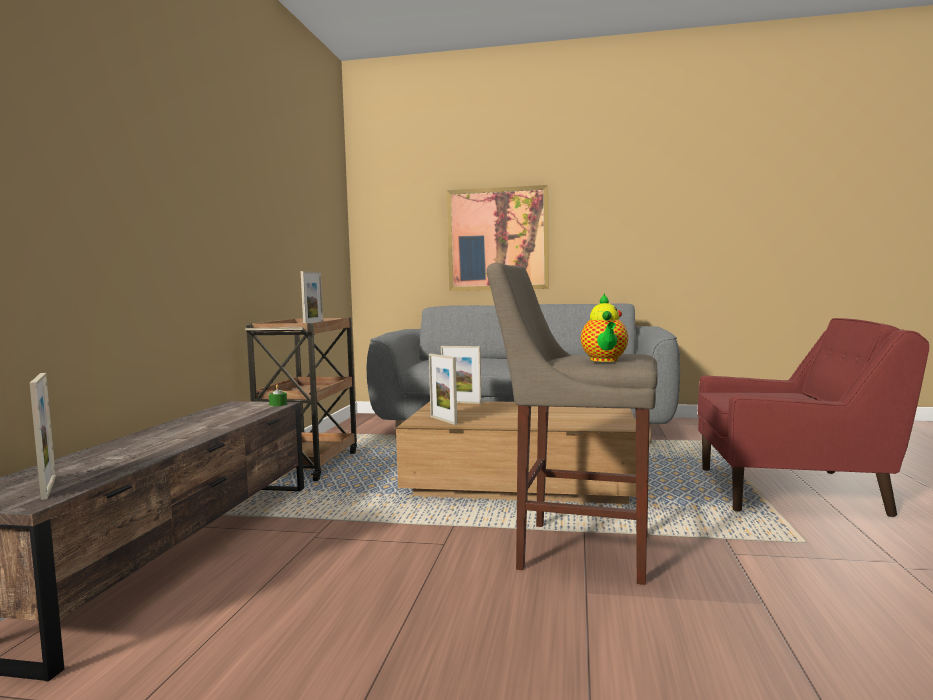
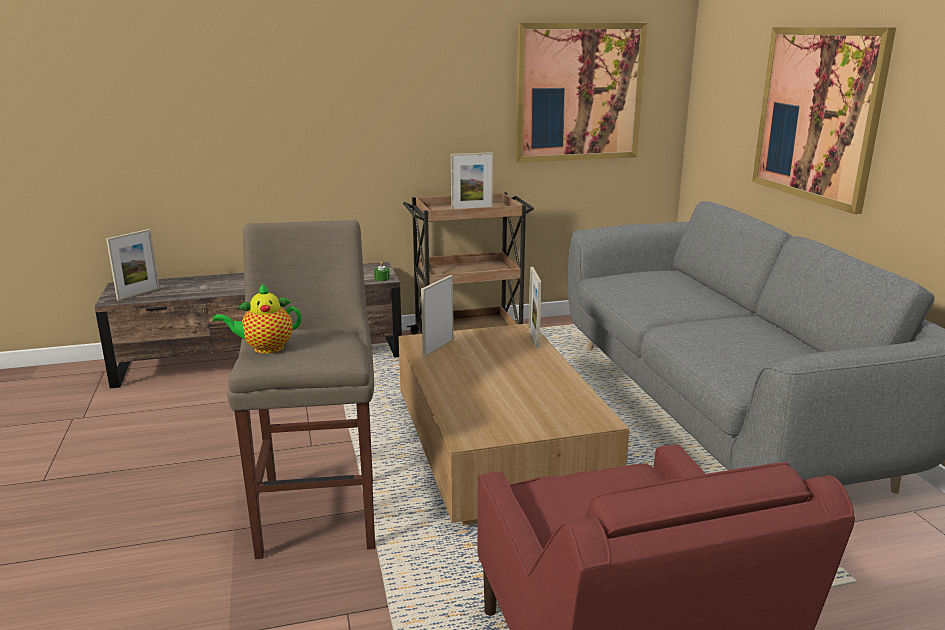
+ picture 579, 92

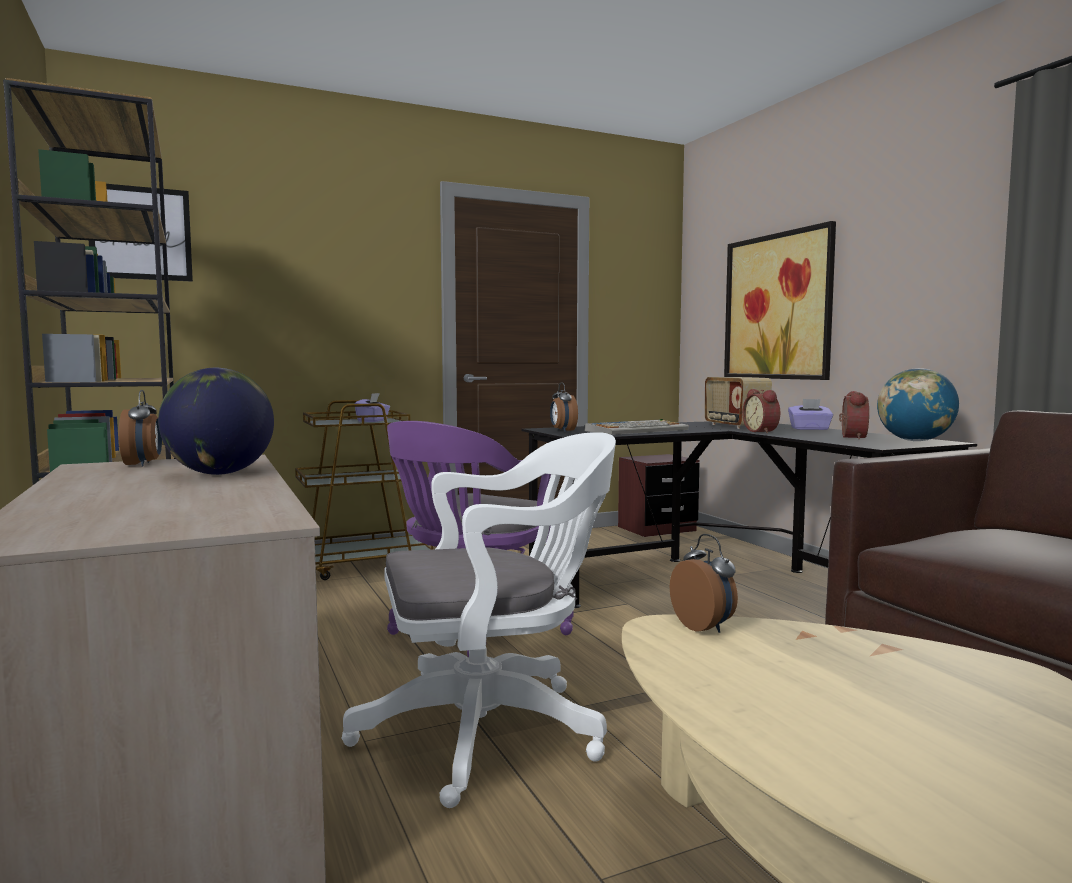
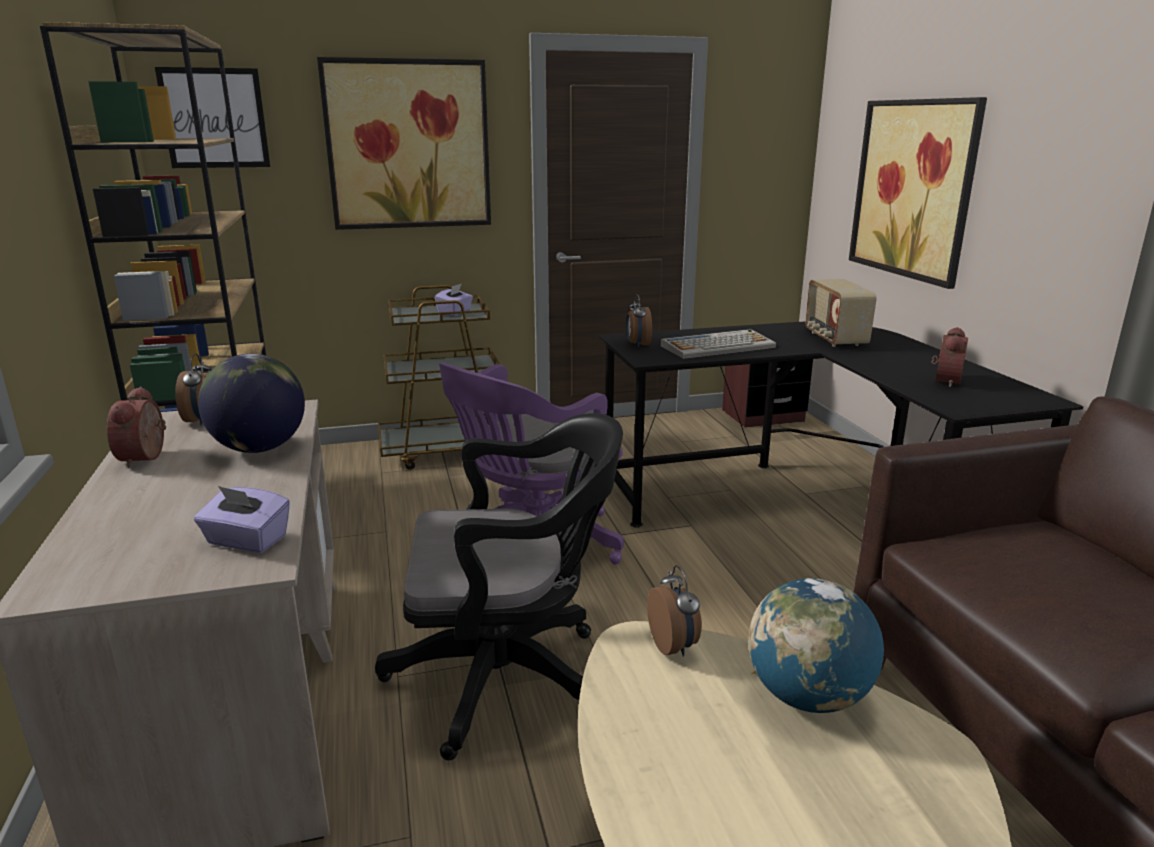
~ world globe 915, 441 to 808, 697
~ bedside clock 762, 431 to 146, 458
~ purple tissue box 809, 429 to 246, 541
~ white-coloured office chair 493, 730 to blackish office chair 510, 677
+ picture 408, 145

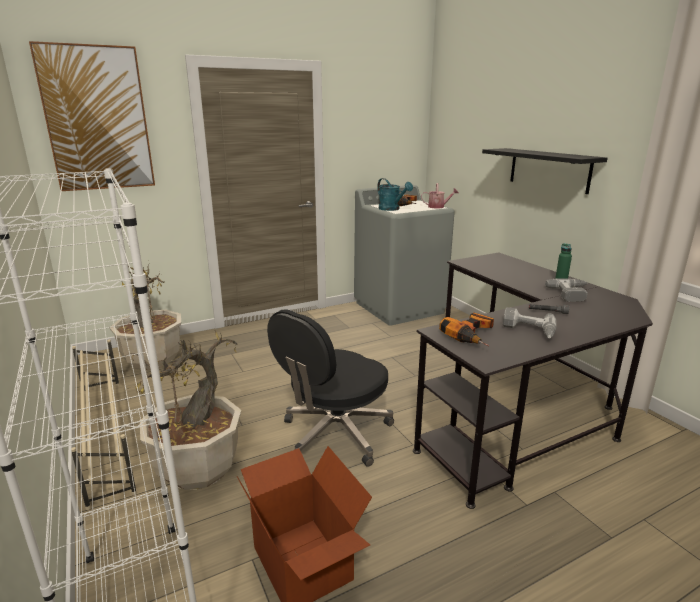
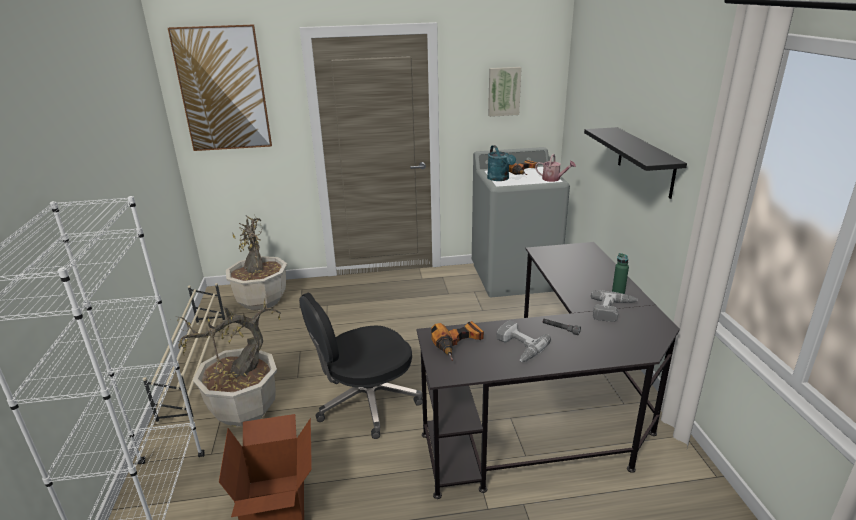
+ picture 503, 91

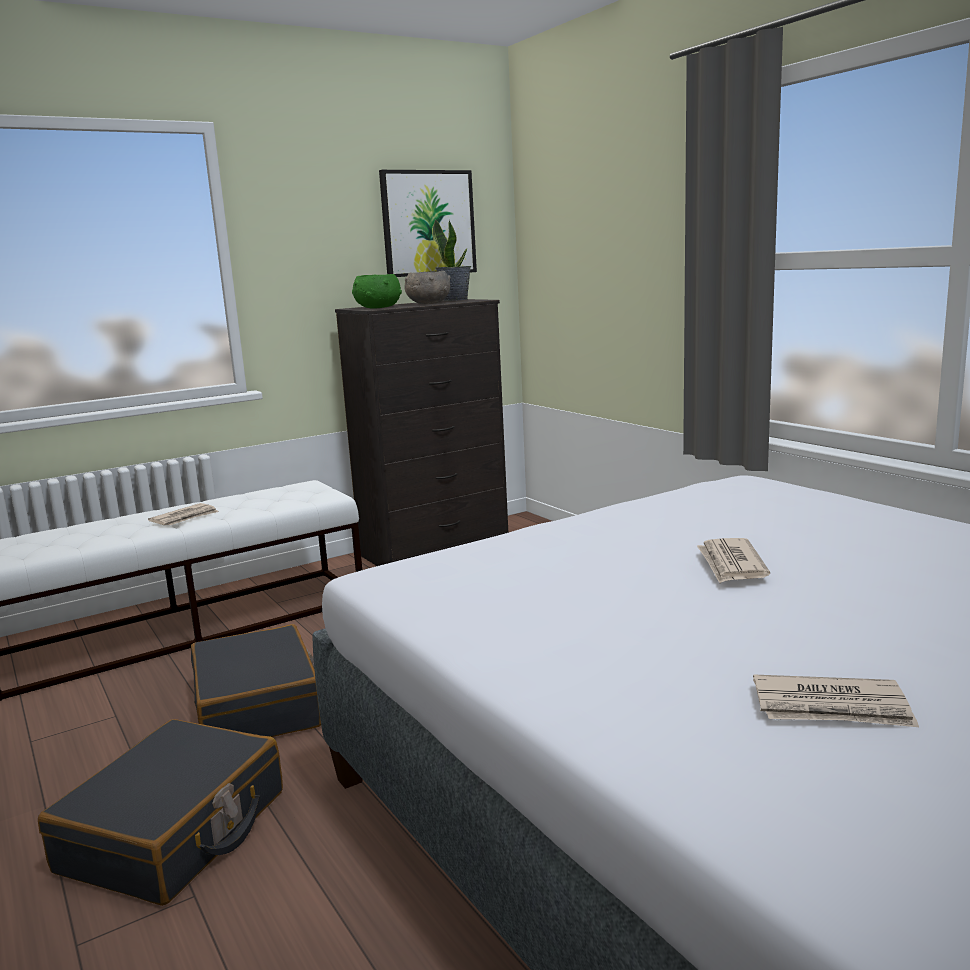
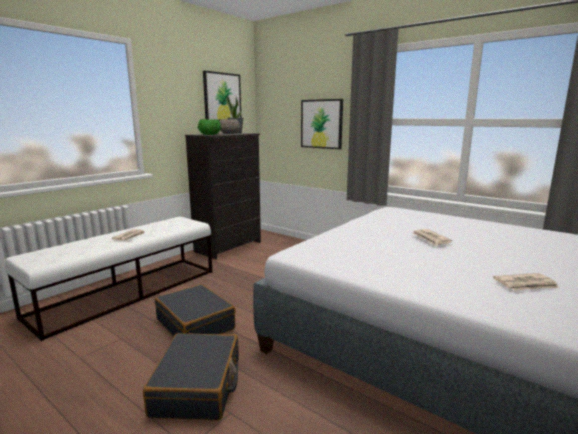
+ picture 321, 124

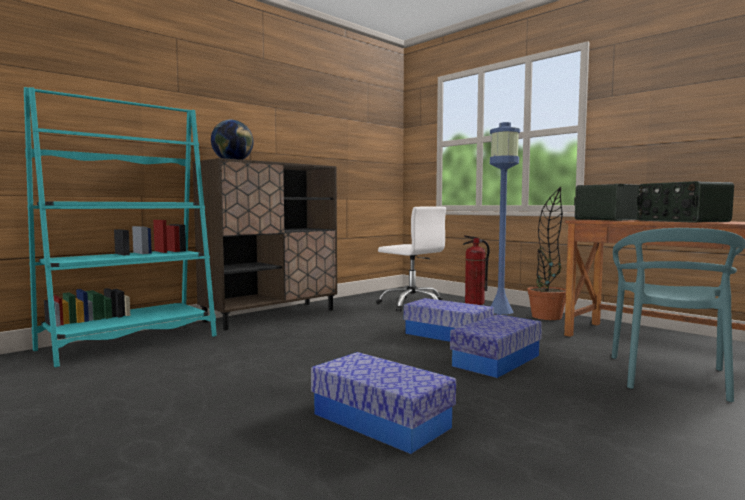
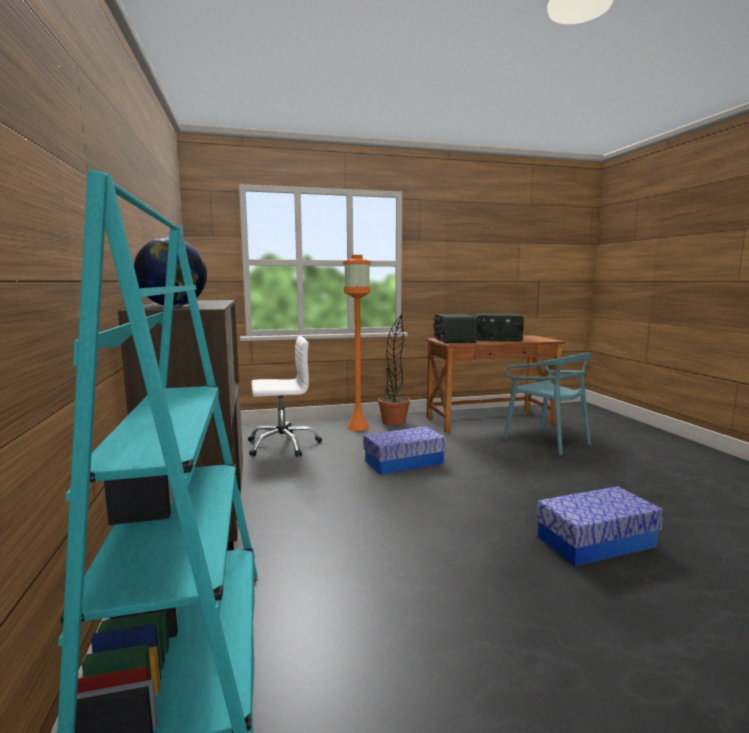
~ bluish floor lamp 500, 311 to orange floor lamp 358, 427
- fire-fighting cylinder 474, 303
- storage container 496, 360

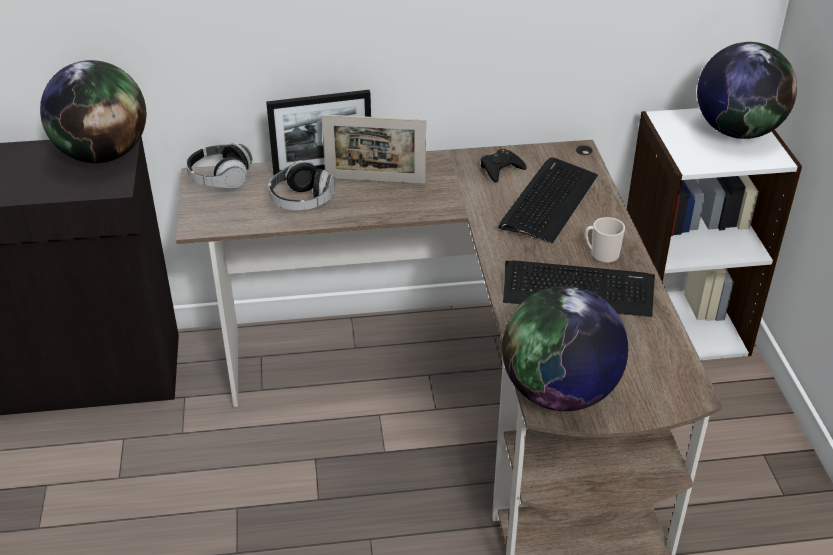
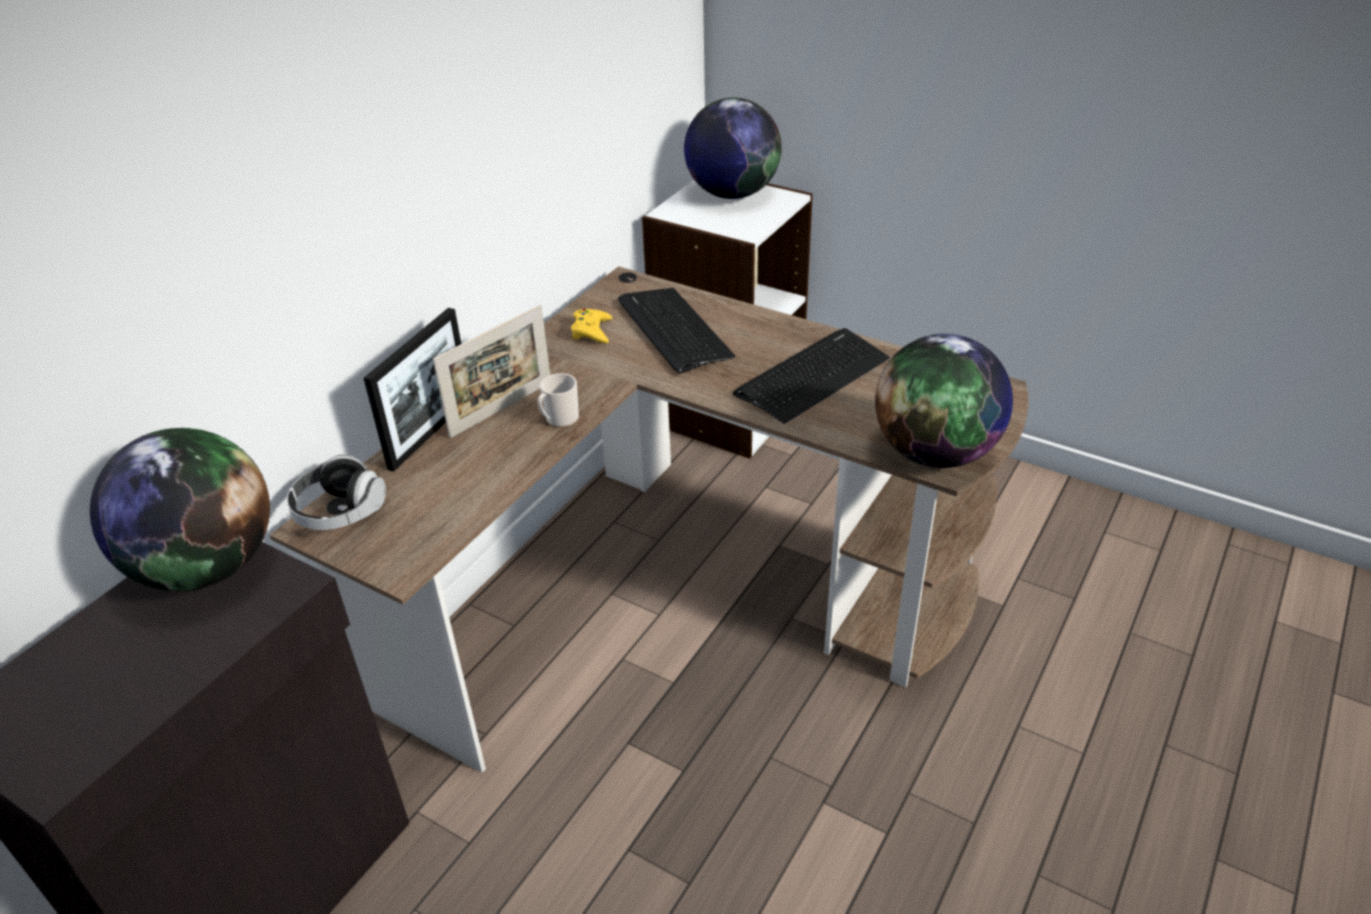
~ blackish game controller 500, 169 to yellow-coloured game controller 592, 331
- pair of headphones 302, 201
~ tea mug 601, 254 to 559, 419

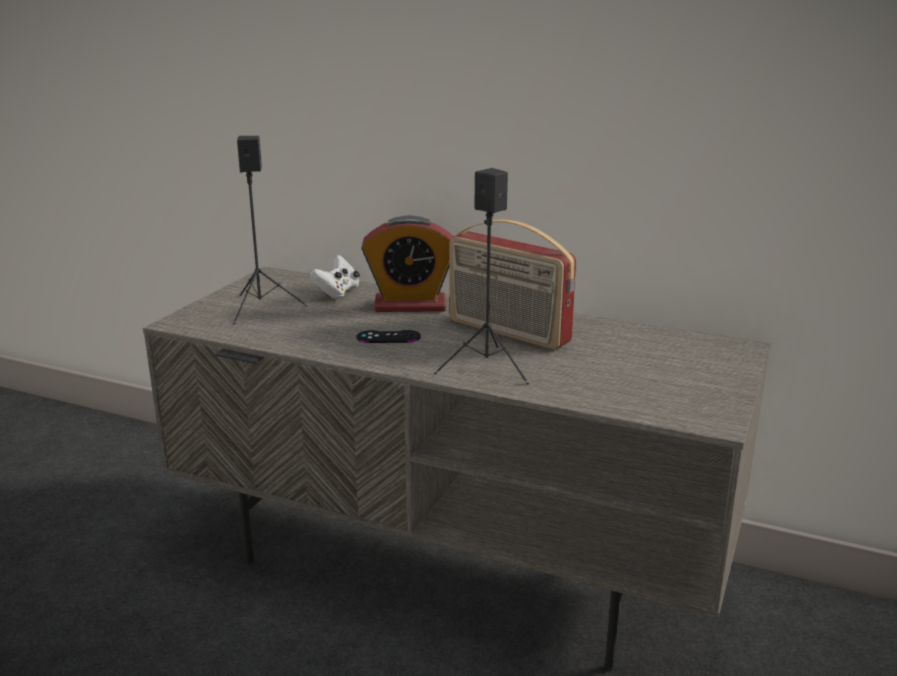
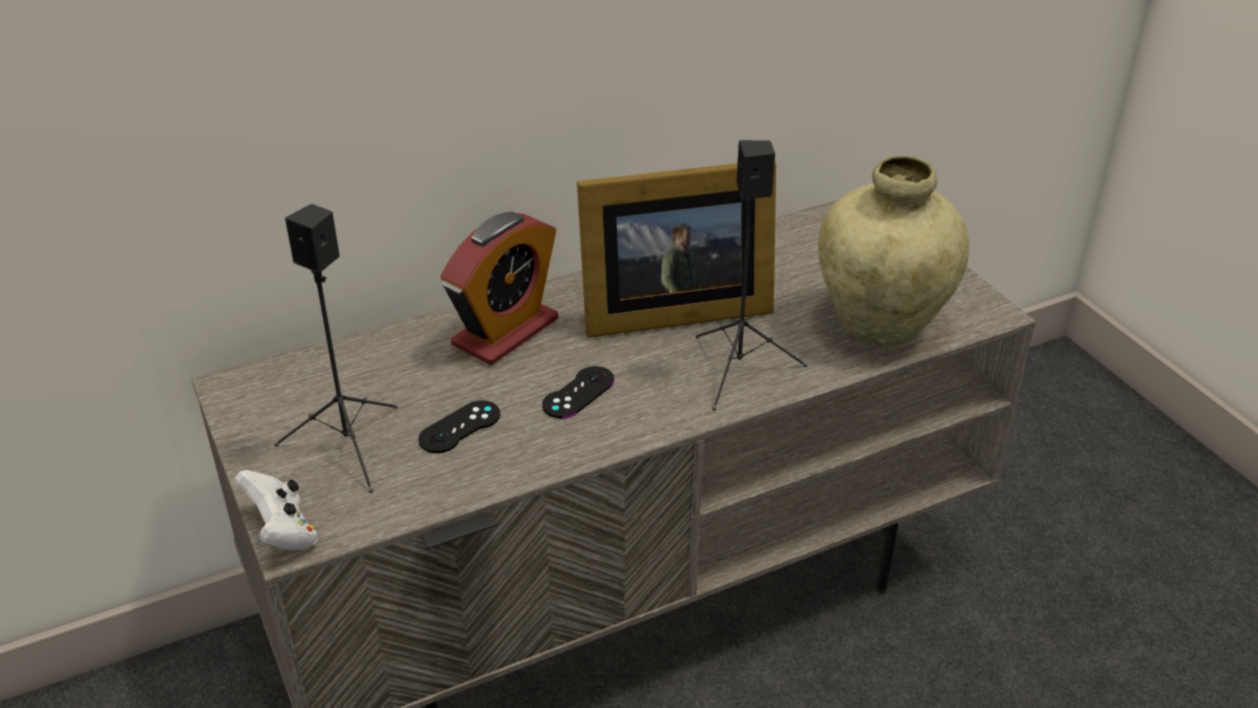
~ radio receiver 507, 332 to standing frame 668, 310
~ white-coloured game controller 337, 292 to 283, 532
+ sand-coloured flower vase 881, 324
+ blackish game controller 460, 427

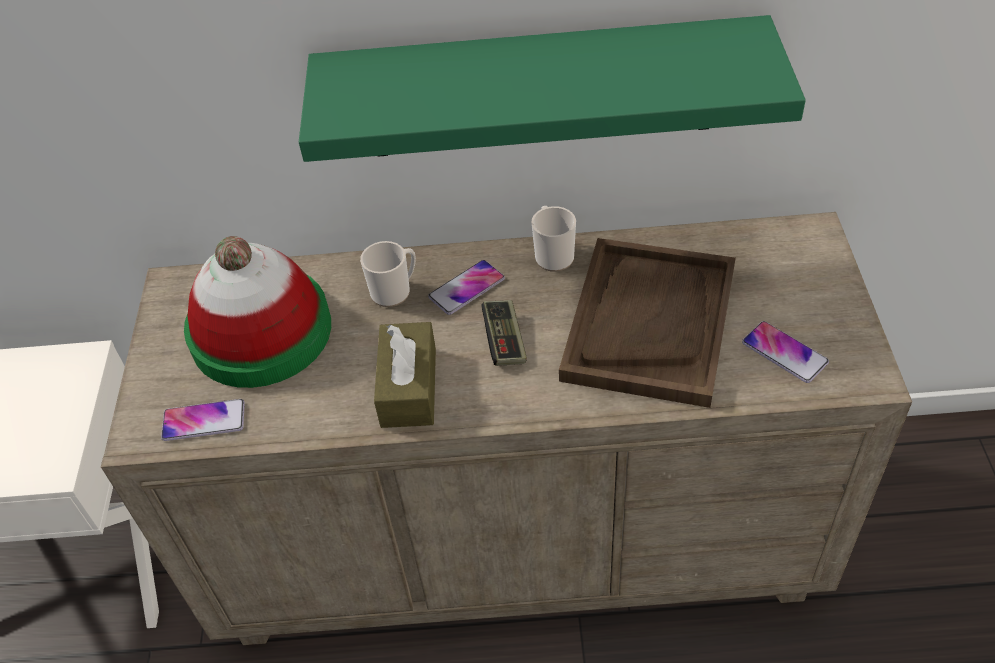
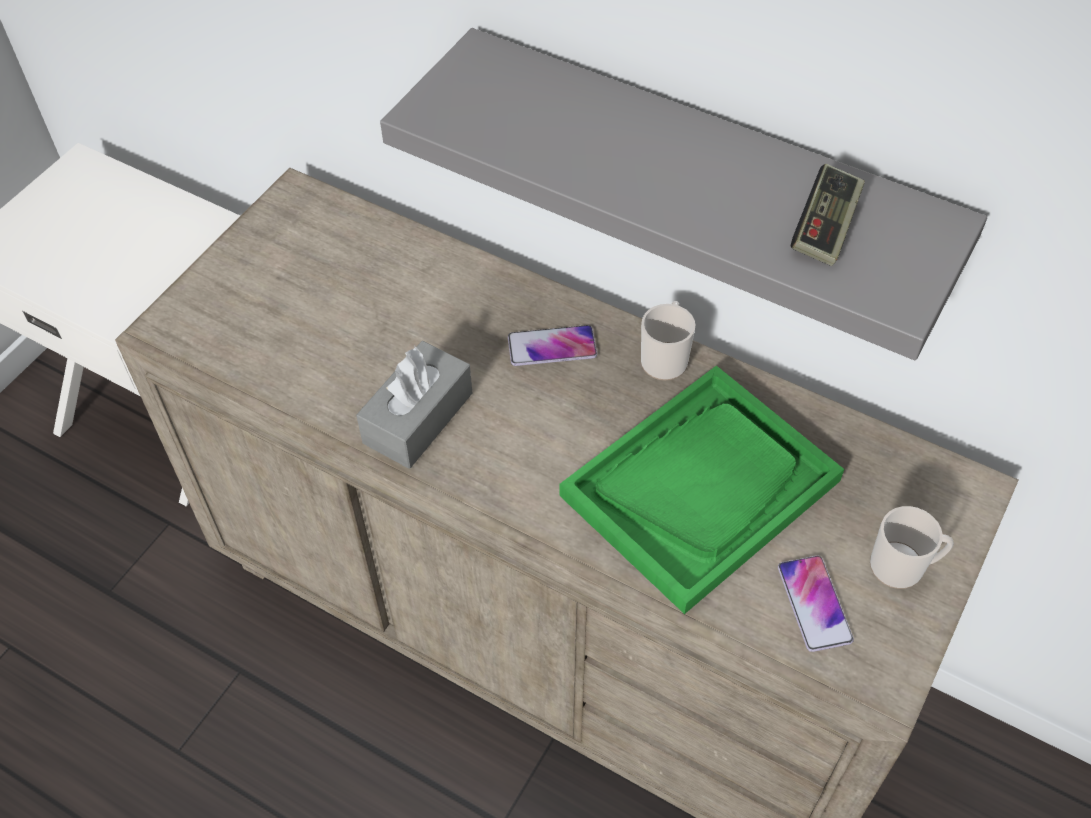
~ greenish bracket shelf 540, 89 to grey bracket shelf 704, 175
- hat 261, 332
~ brown-coloured carrying tray 649, 323 to greenish carrying tray 700, 487
~ tea mug 394, 291 to 902, 567
~ game controller 504, 341 to 825, 228
~ brown-coloured tissue box 409, 387 to grey tissue box 418, 418
- telephone 204, 421

